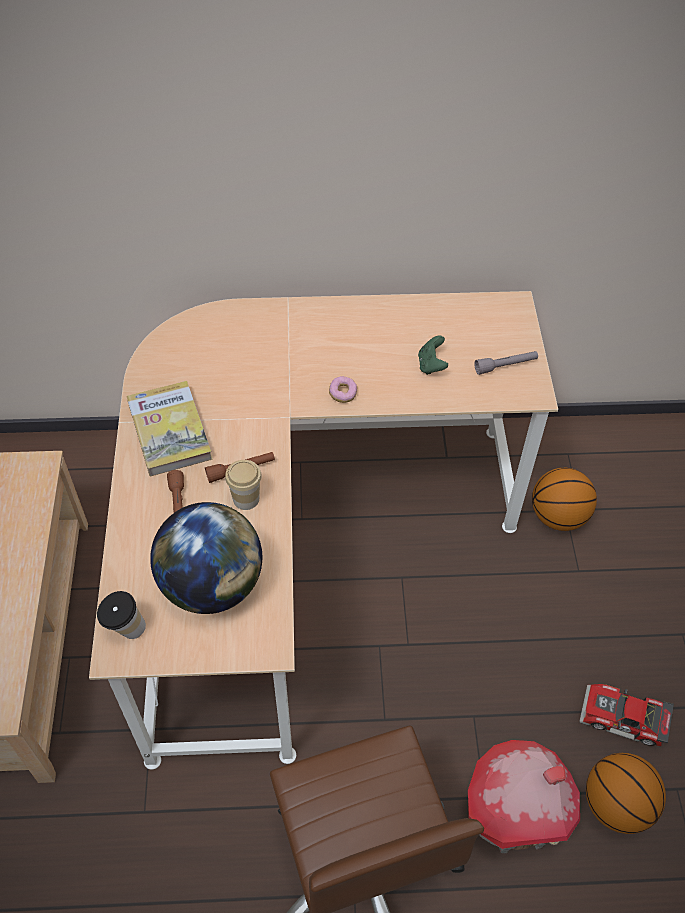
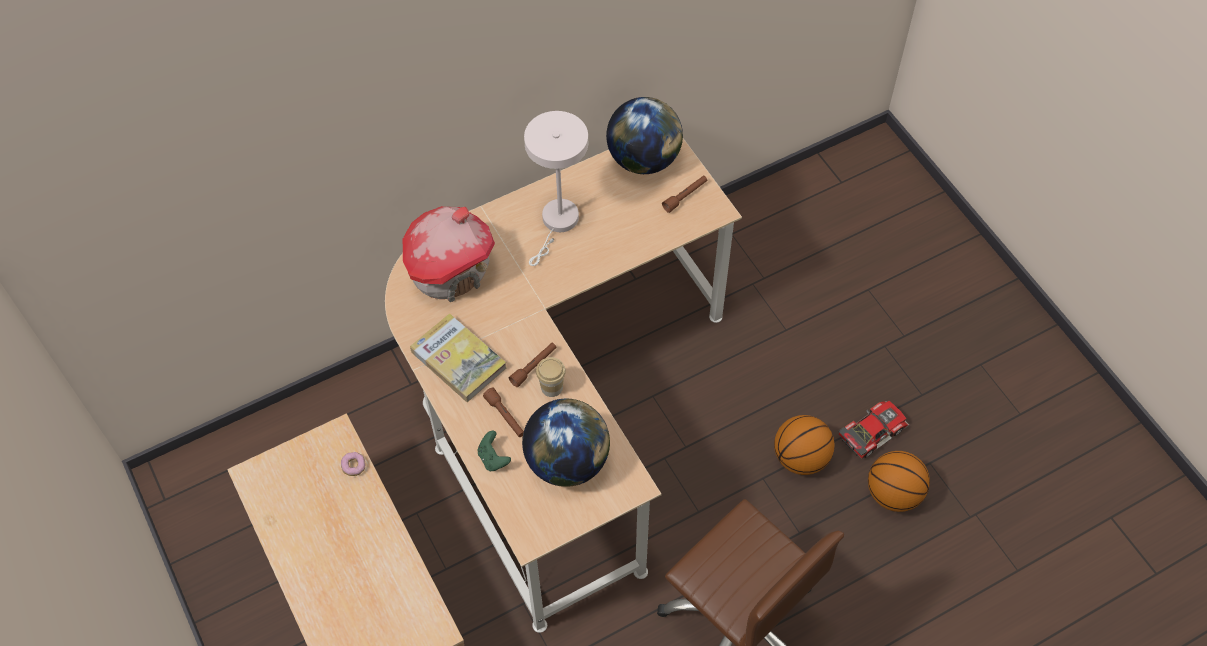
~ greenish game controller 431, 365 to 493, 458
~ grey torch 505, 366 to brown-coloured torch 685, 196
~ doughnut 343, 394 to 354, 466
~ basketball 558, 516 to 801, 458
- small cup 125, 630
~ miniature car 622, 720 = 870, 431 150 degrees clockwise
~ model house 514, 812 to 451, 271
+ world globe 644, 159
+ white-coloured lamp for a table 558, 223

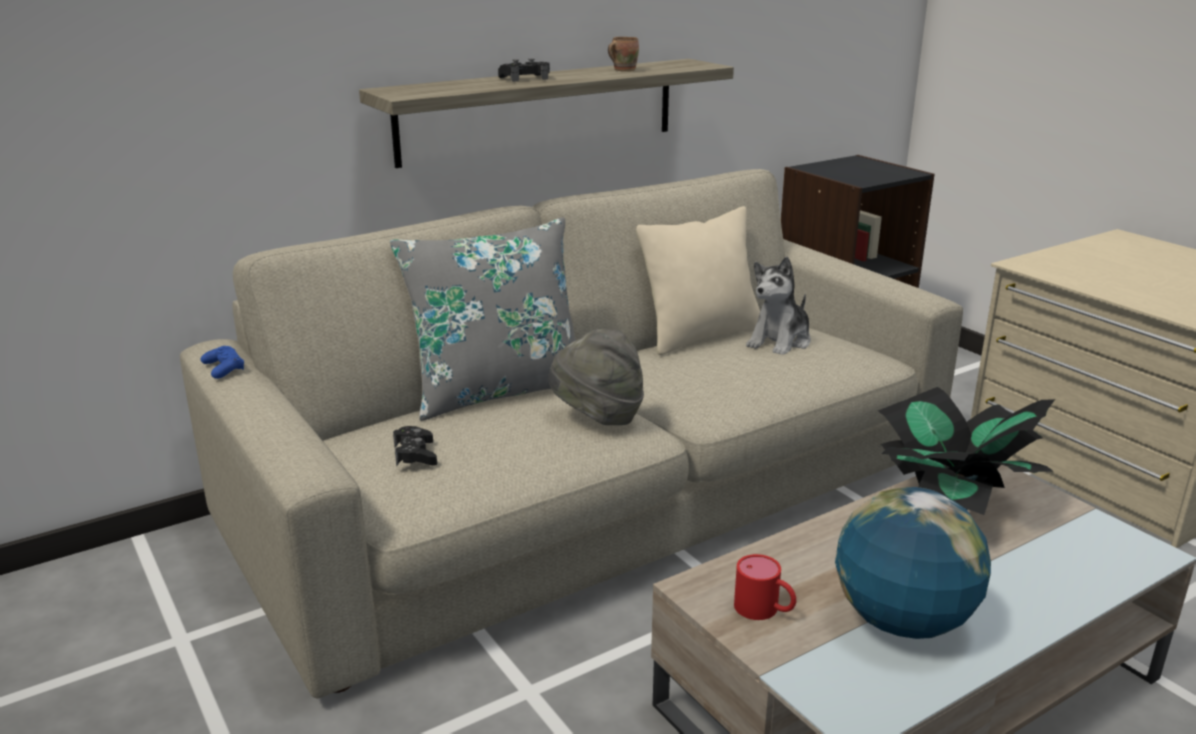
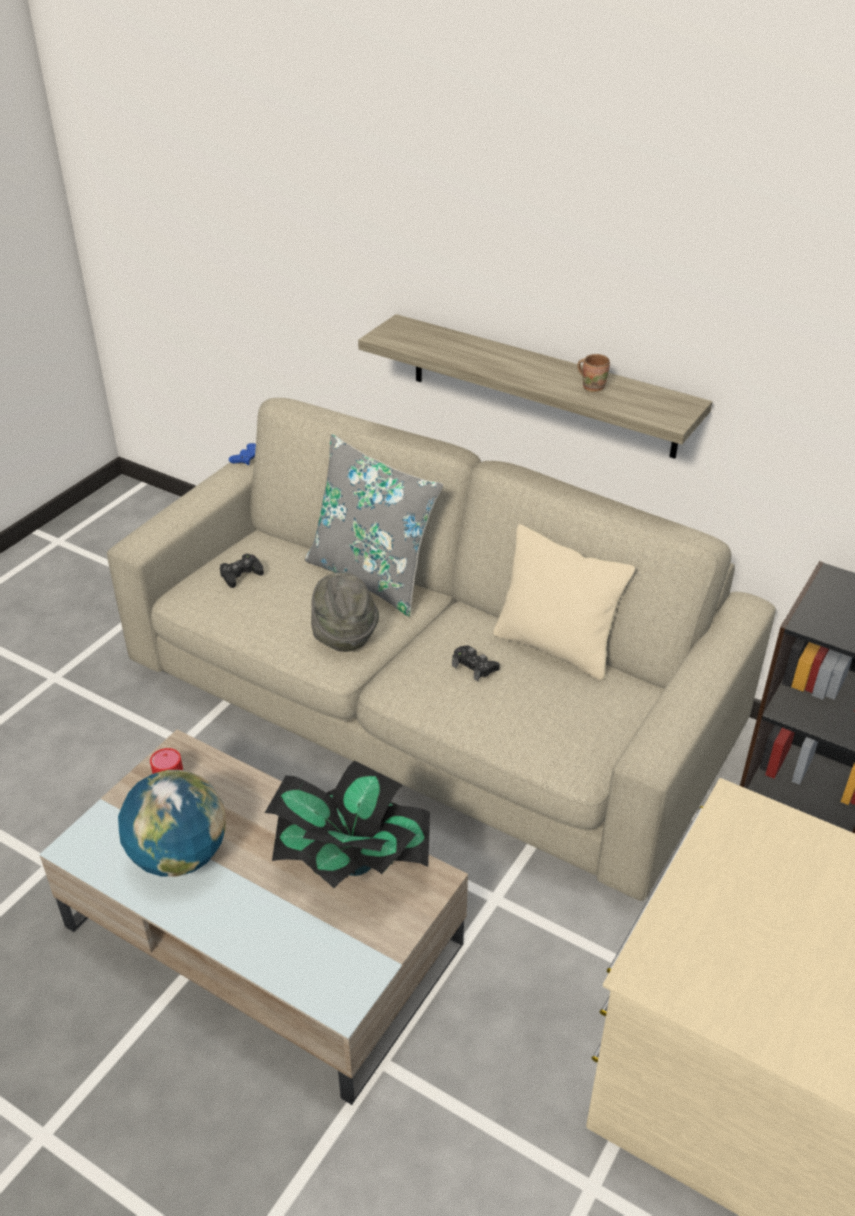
~ blackish game controller 525, 79 to 474, 667
- soft toy 780, 342

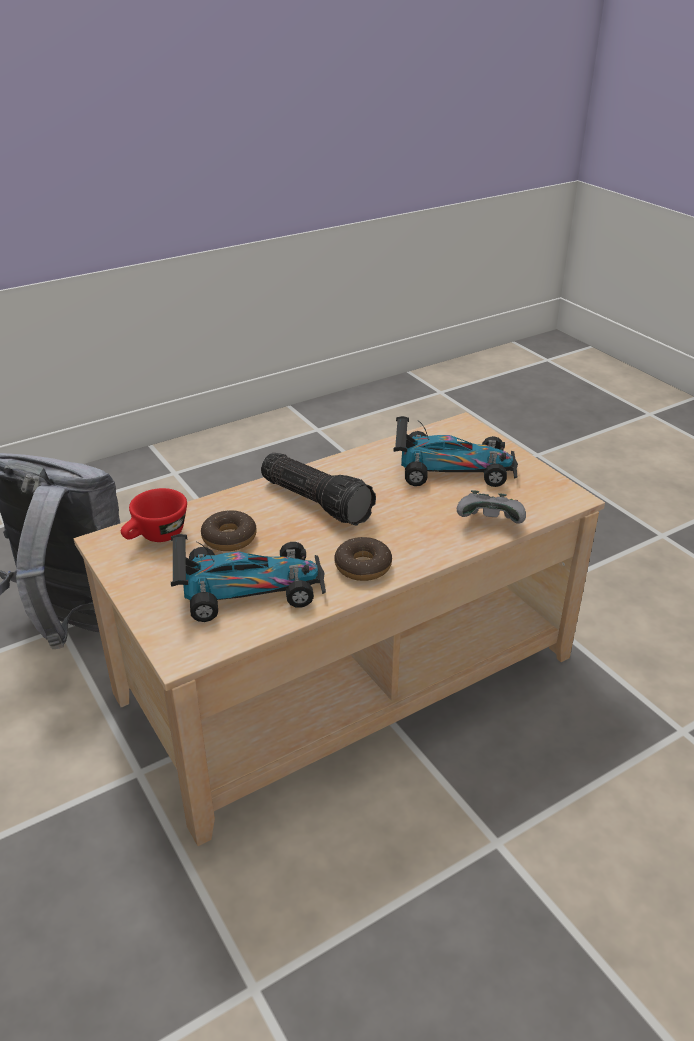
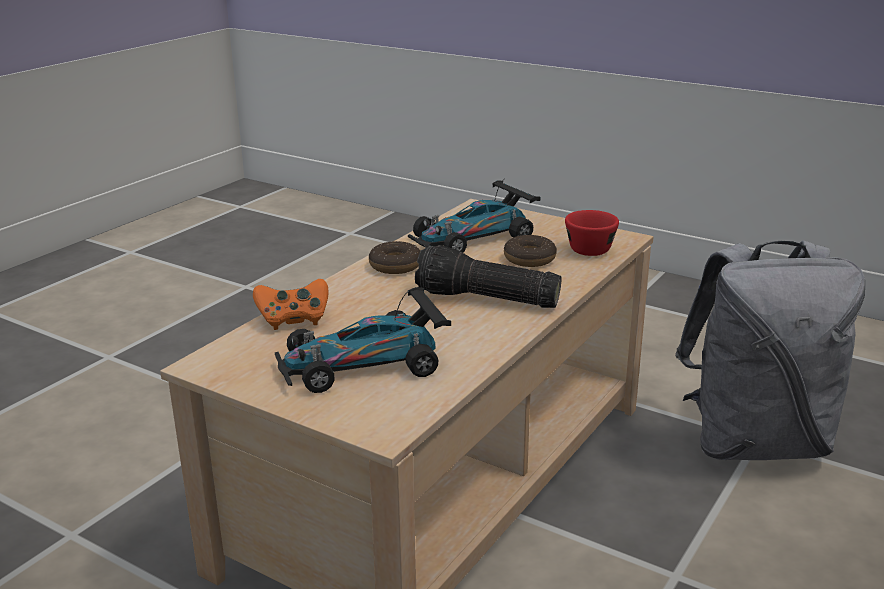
~ grey game controller 490, 522 to orange game controller 293, 320

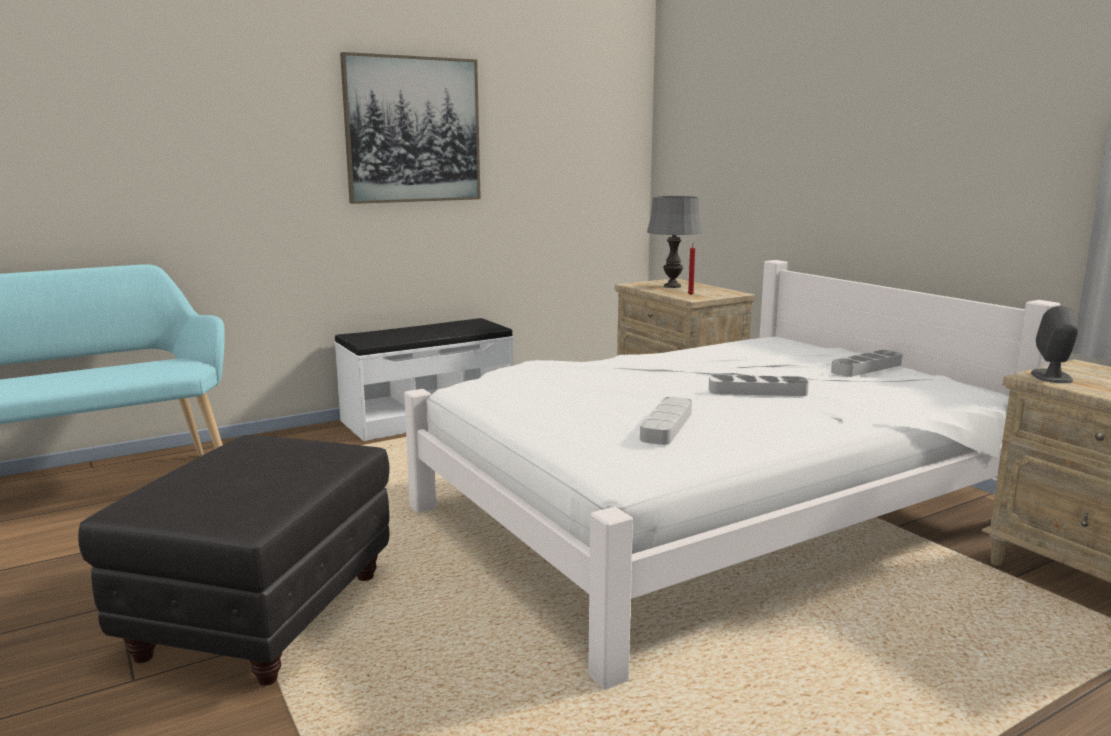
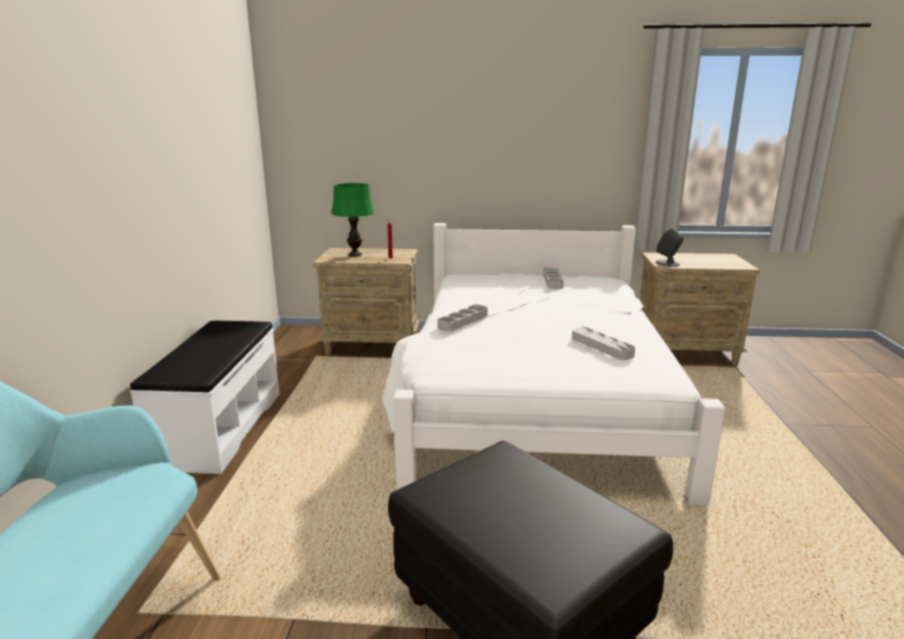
- picture 413, 130
~ grey lamp for a table 672, 286 to greenish lamp for a table 355, 254
~ grey carrying tray 757, 391 to 463, 321

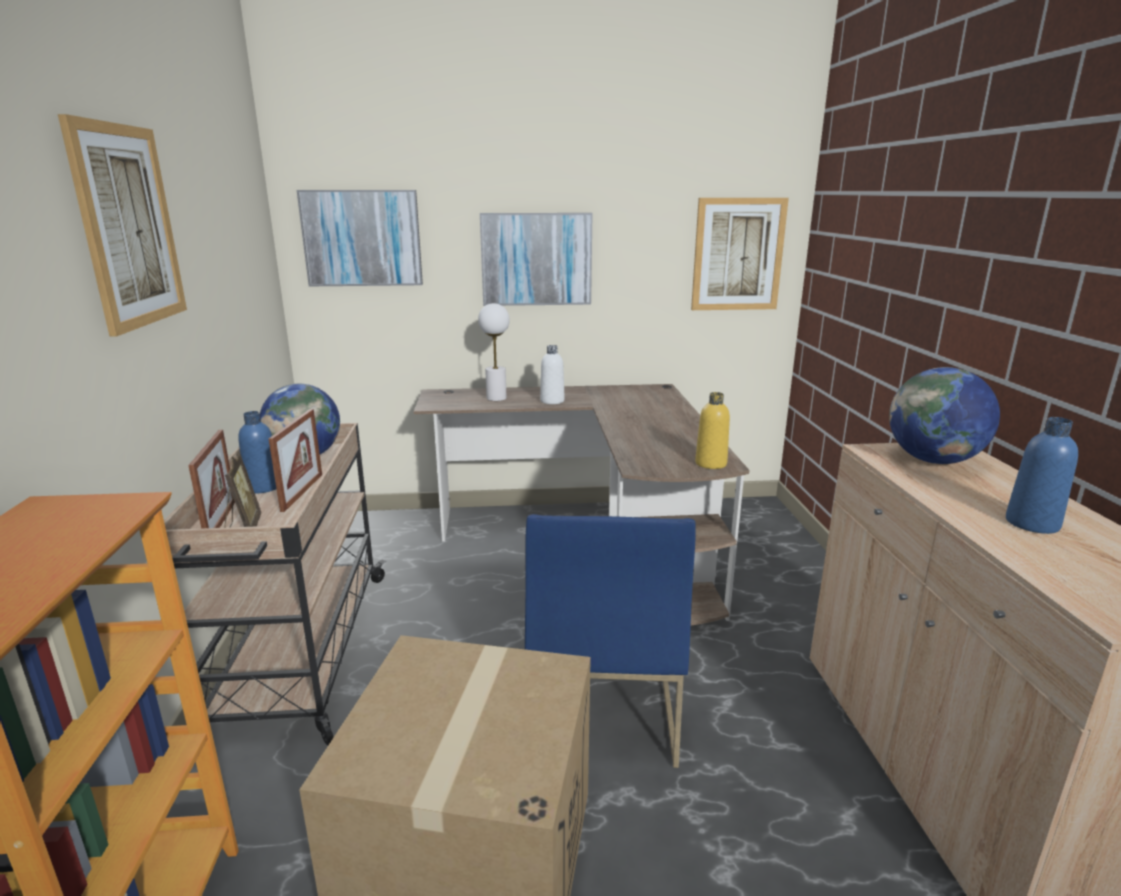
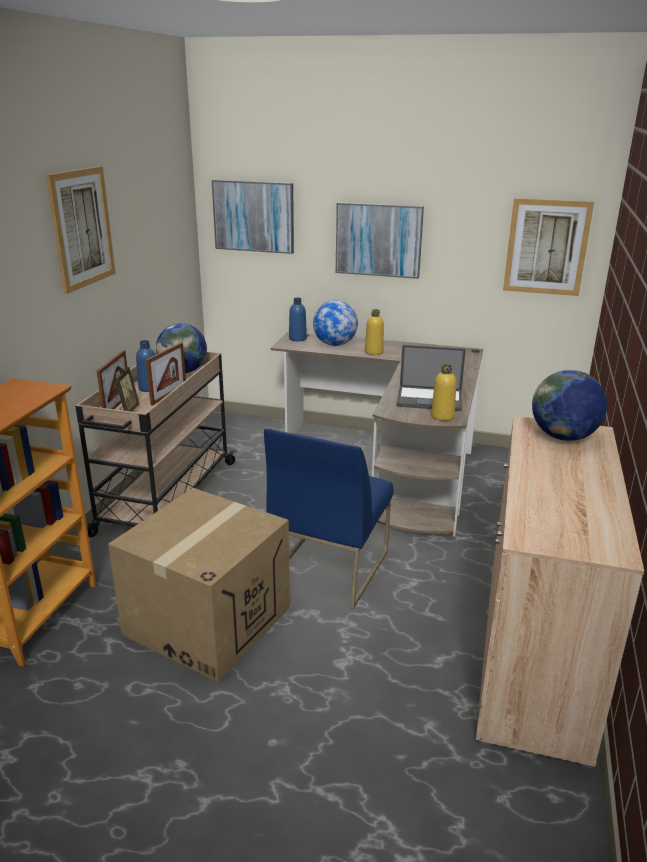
~ white-coloured lamp for a table 496, 398 to world globe 335, 344
~ white-coloured bottle 552, 401 to yellow-coloured bottle 374, 352
~ bluish bottle 1032, 523 to 297, 339
+ portable computer 430, 399

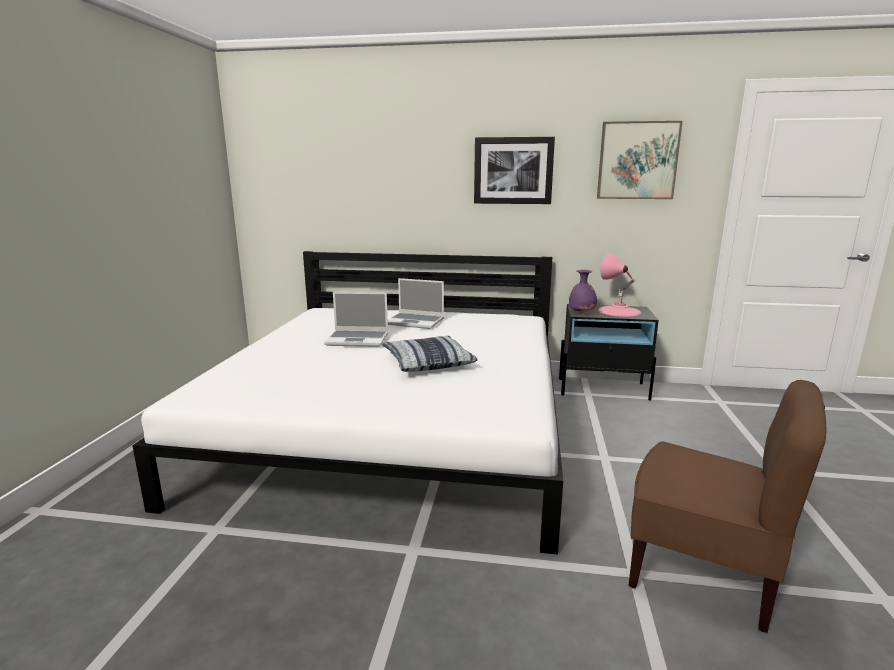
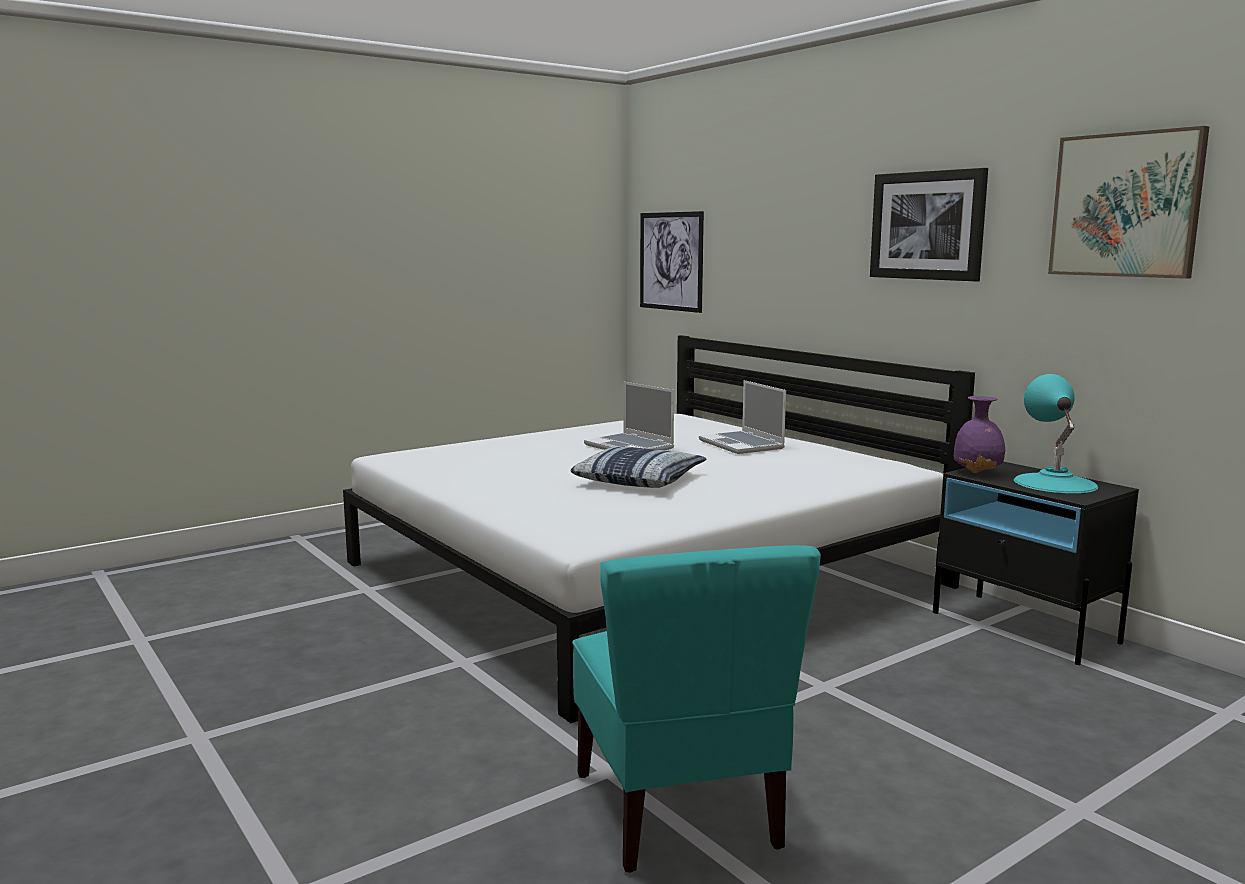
~ pinkish lamp for a table 619, 311 to turquoise lamp for a table 1054, 483
~ brown-coloured upright chair 702, 573 to turquoise upright chair 680, 810
+ picture 671, 261

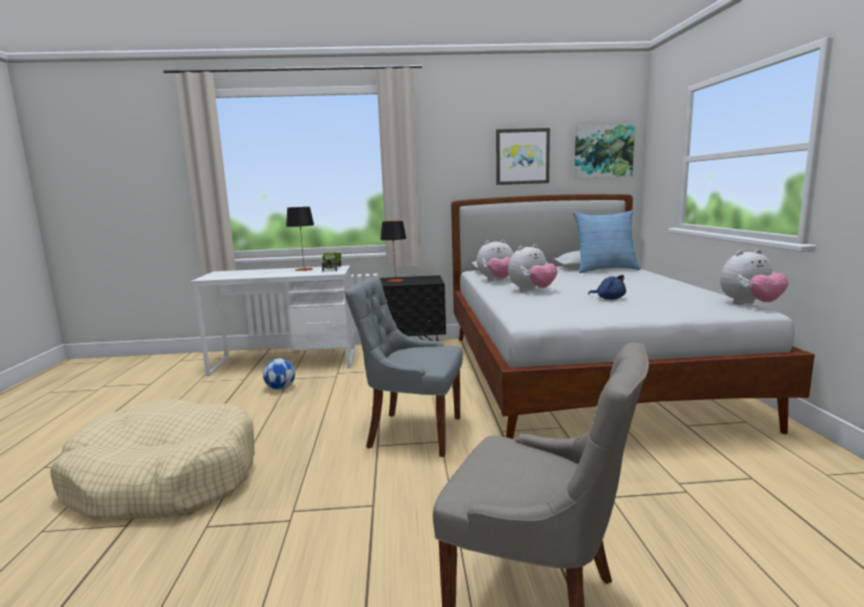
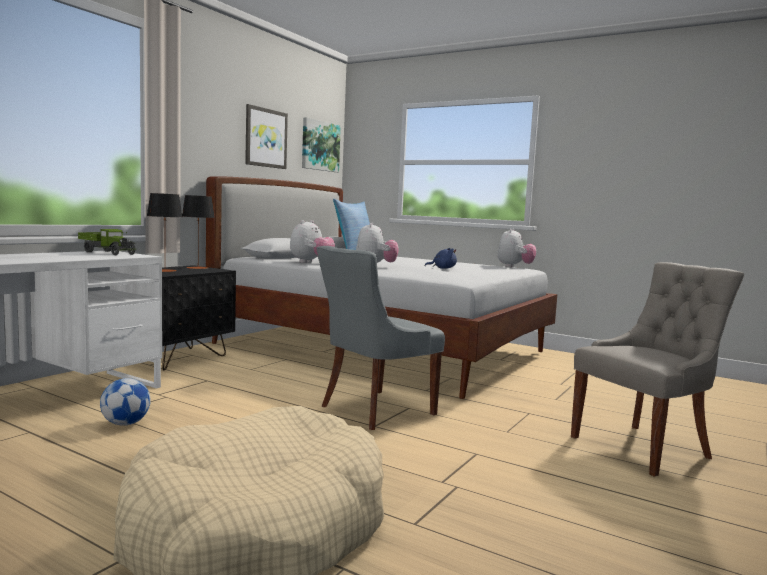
~ lamp for a table 304, 269 to 198, 268

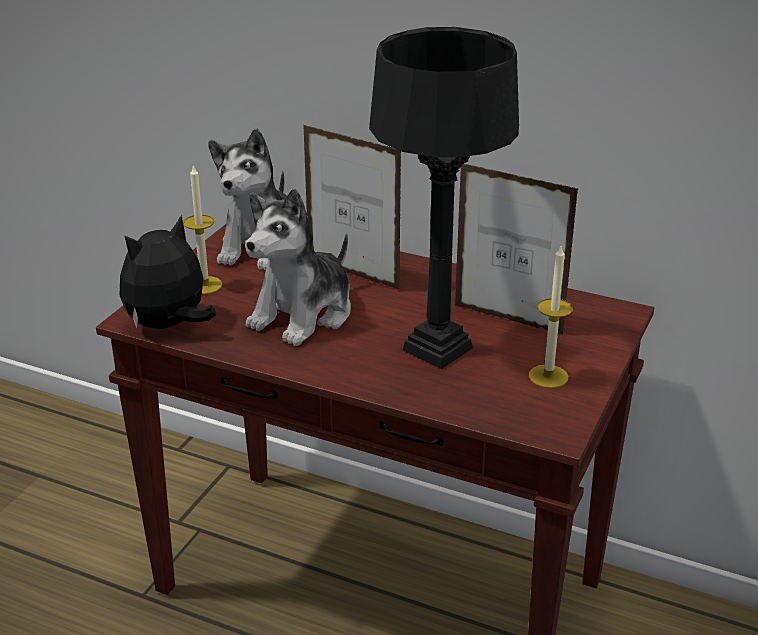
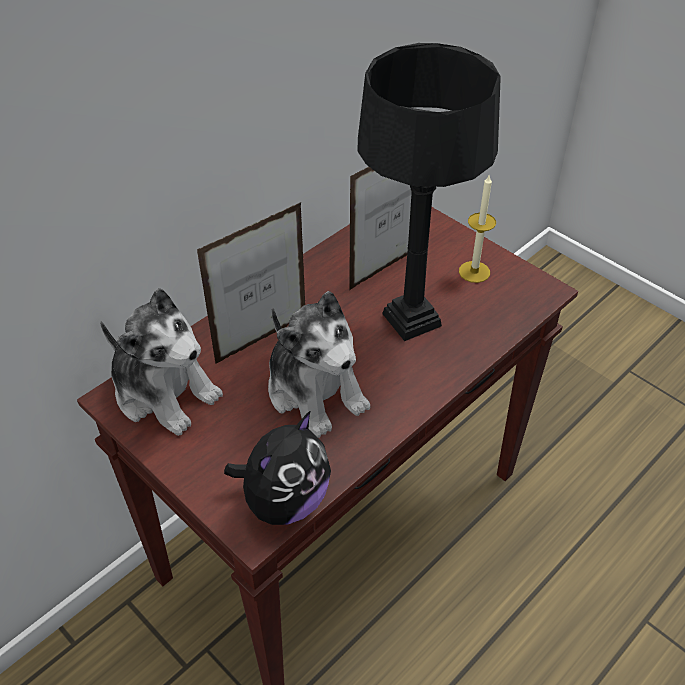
- candle 204, 285
~ soft toy 169, 326 = 284, 501 120 degrees counterclockwise

